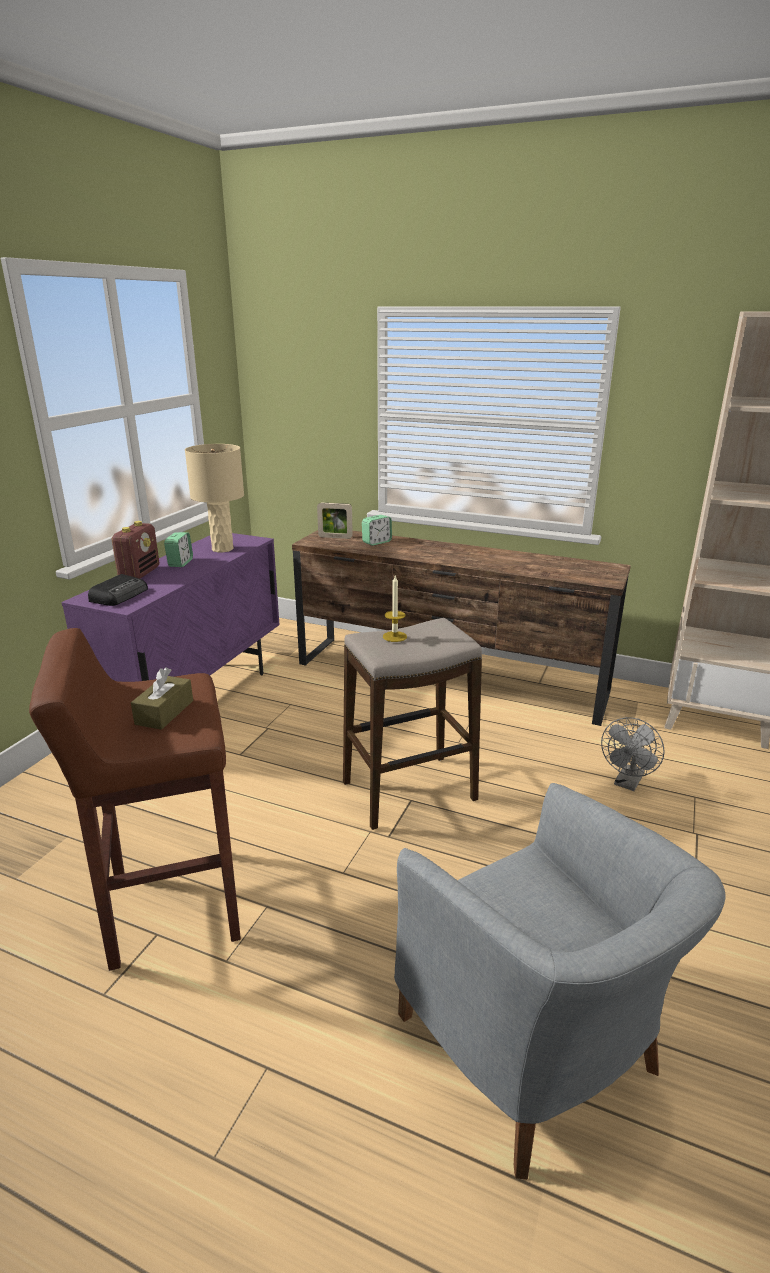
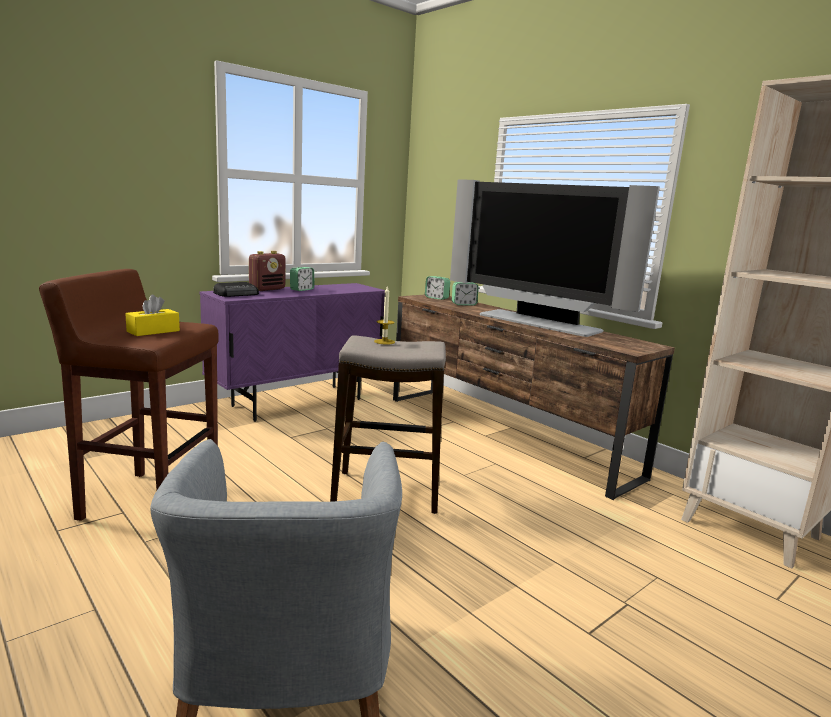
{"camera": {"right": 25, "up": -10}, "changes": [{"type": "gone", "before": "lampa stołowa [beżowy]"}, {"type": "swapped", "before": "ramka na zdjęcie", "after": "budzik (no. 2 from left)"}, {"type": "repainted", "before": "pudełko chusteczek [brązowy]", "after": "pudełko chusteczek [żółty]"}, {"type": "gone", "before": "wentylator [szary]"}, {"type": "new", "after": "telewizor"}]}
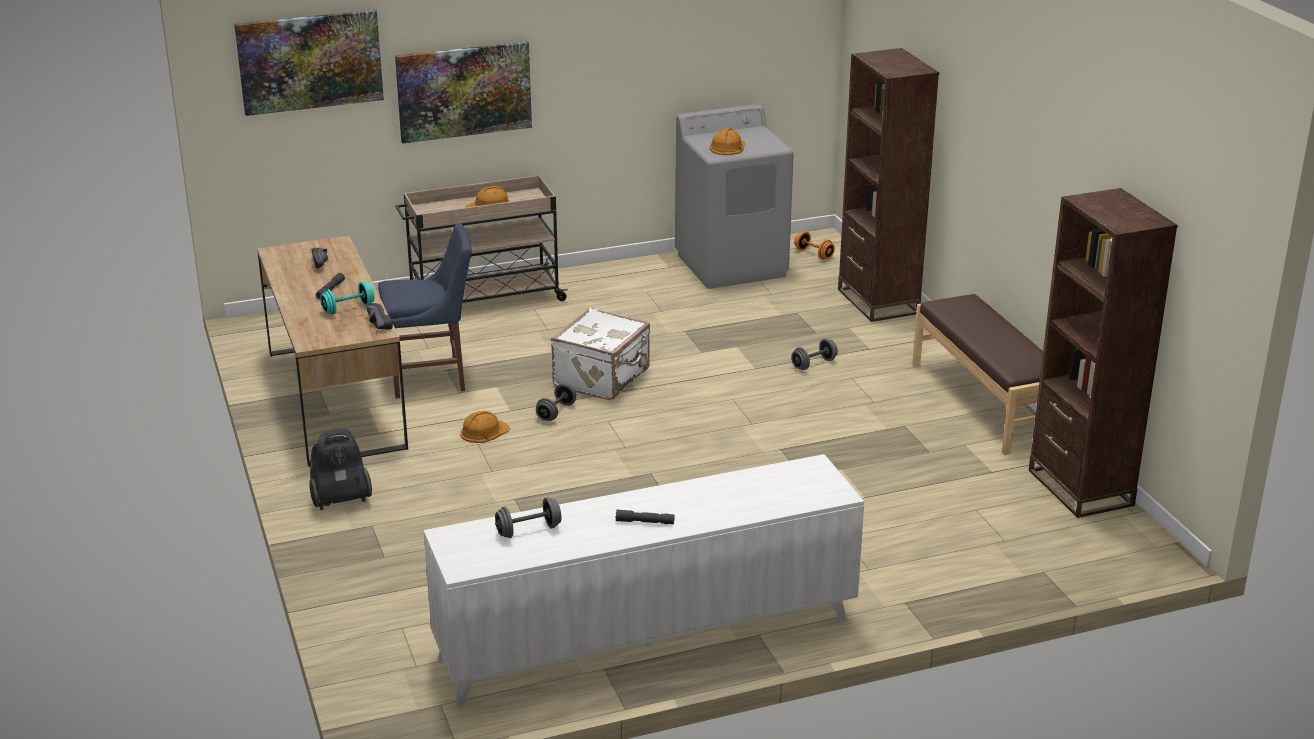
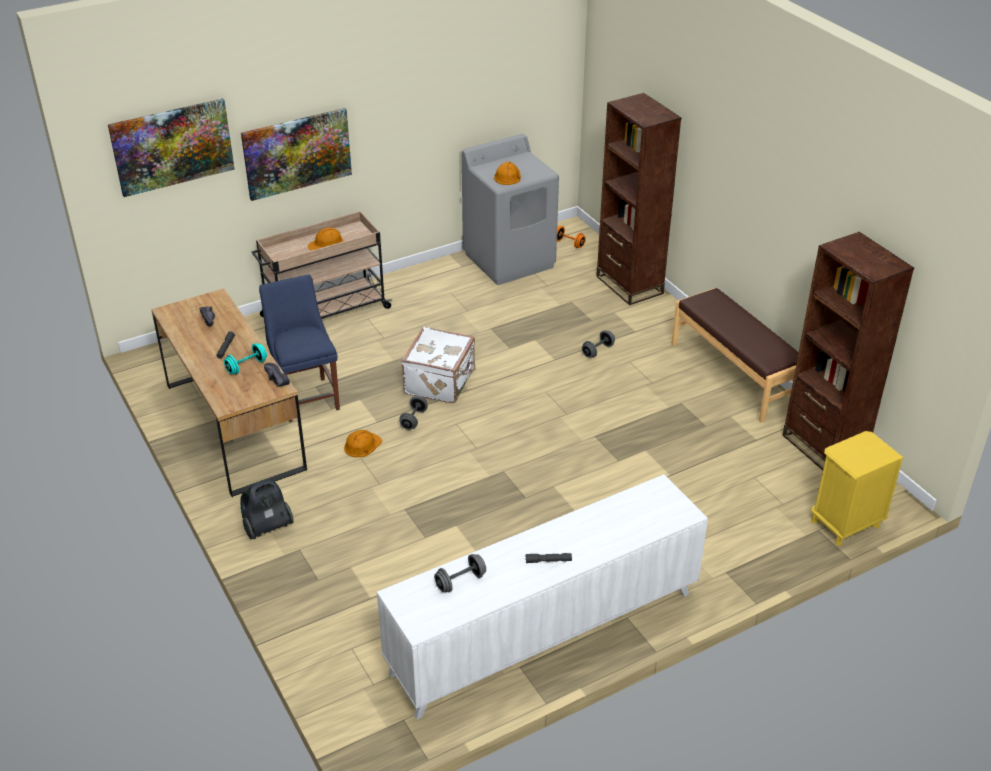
{"camera": {"right": -10, "up": 10}, "changes": [{"type": "rotated", "before": "krzesło [niebieski]", "turn": -90}, {"type": "new", "after": "szafka nocna [żółty]"}]}
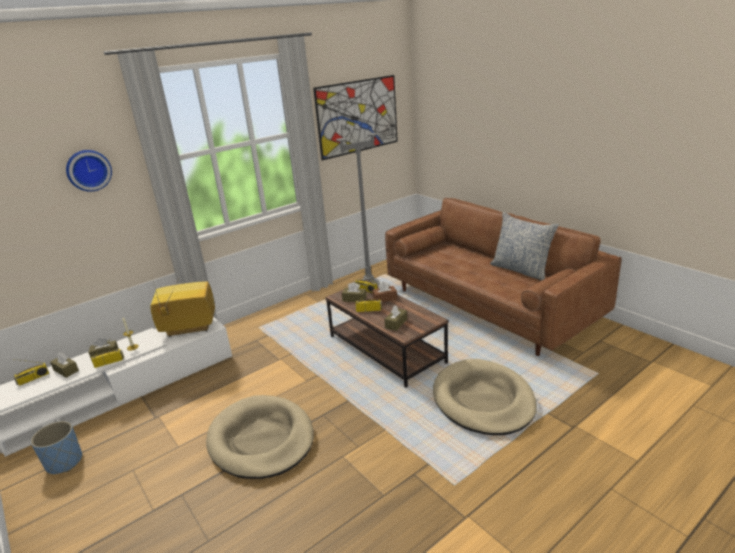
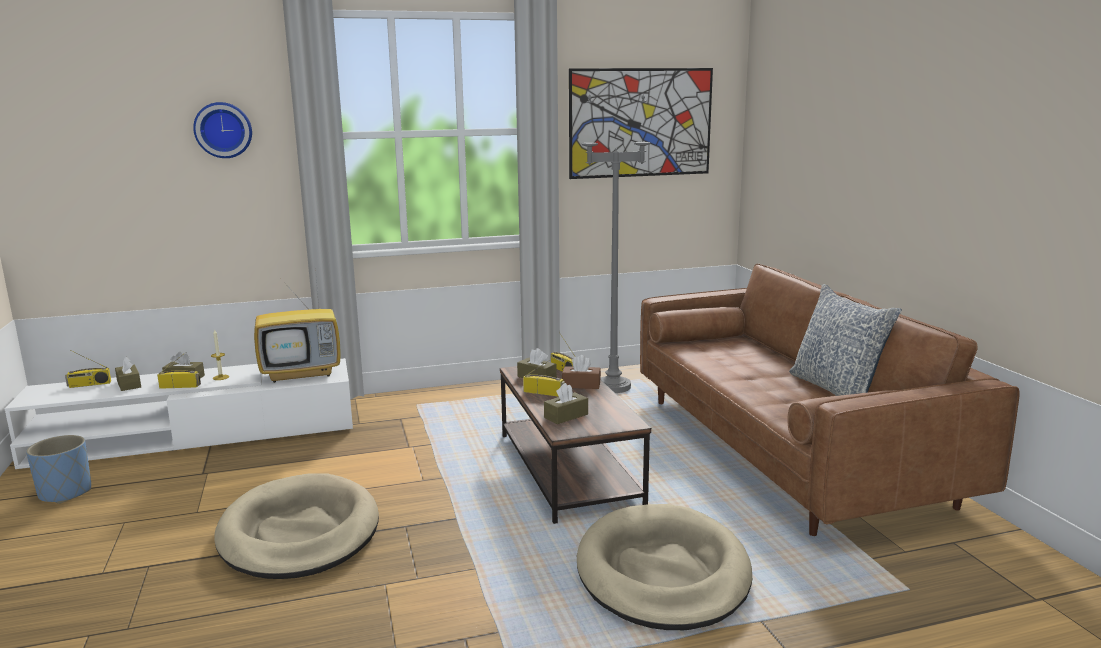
{"camera": {"right": 20, "up": -10}, "changes": [{"type": "rotated", "before": "telewizor", "turn": 150}]}
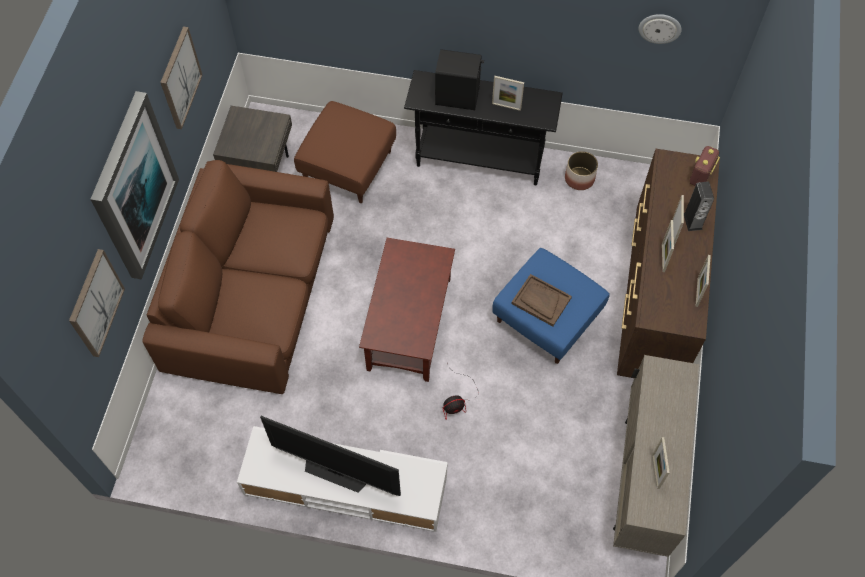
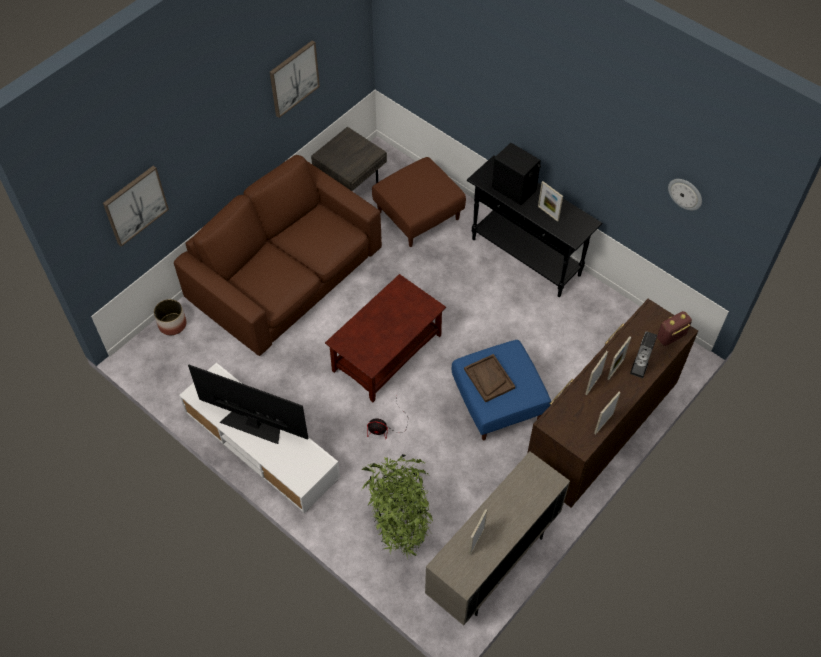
{"camera": {"right": 30, "up": -5}, "changes": [{"type": "gone", "before": "obraz (no. 2 from left)"}, {"type": "shifted", "before": "donica"}, {"type": "rotated", "before": "telewizor", "turn": 150}, {"type": "new", "after": "roślina doniczkowa"}]}
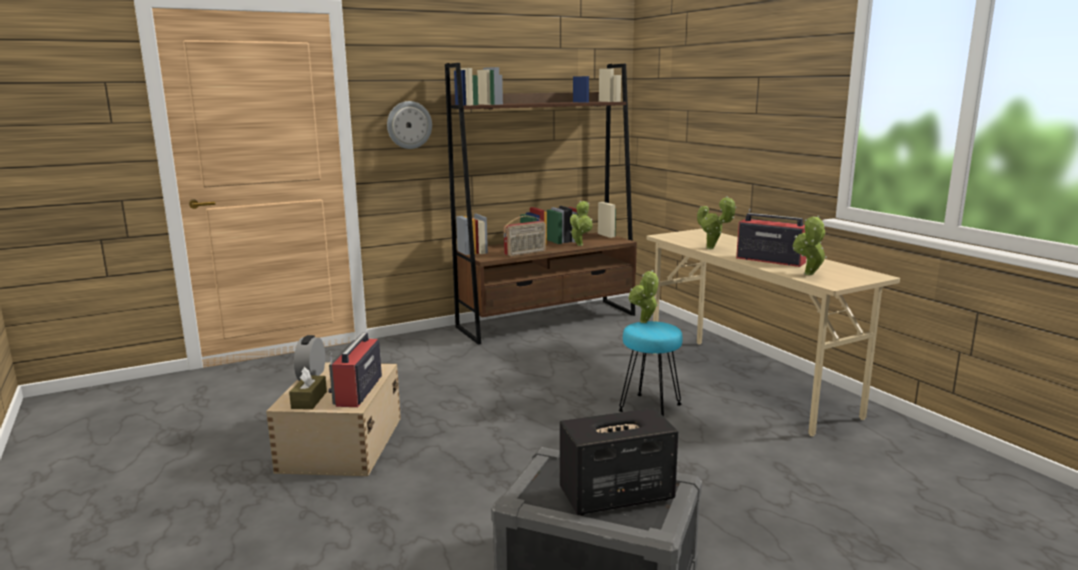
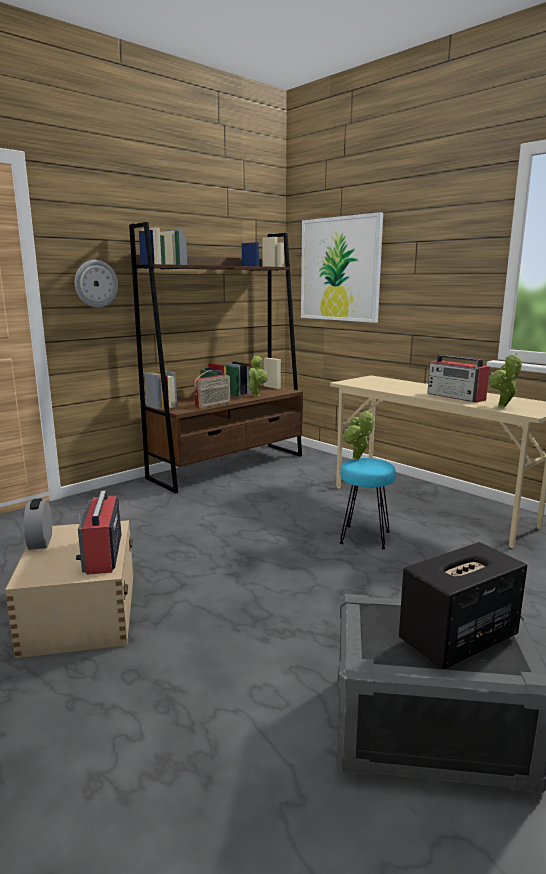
{"camera": {"right": -15, "up": 0}, "changes": [{"type": "gone", "before": "roślina doniczkowa (no. 3 from left)"}, {"type": "rotated", "before": "radio (no. 3 from left)", "turn": -150}, {"type": "gone", "before": "pudełko chusteczek [brązowy]"}, {"type": "new", "after": "obraz"}]}
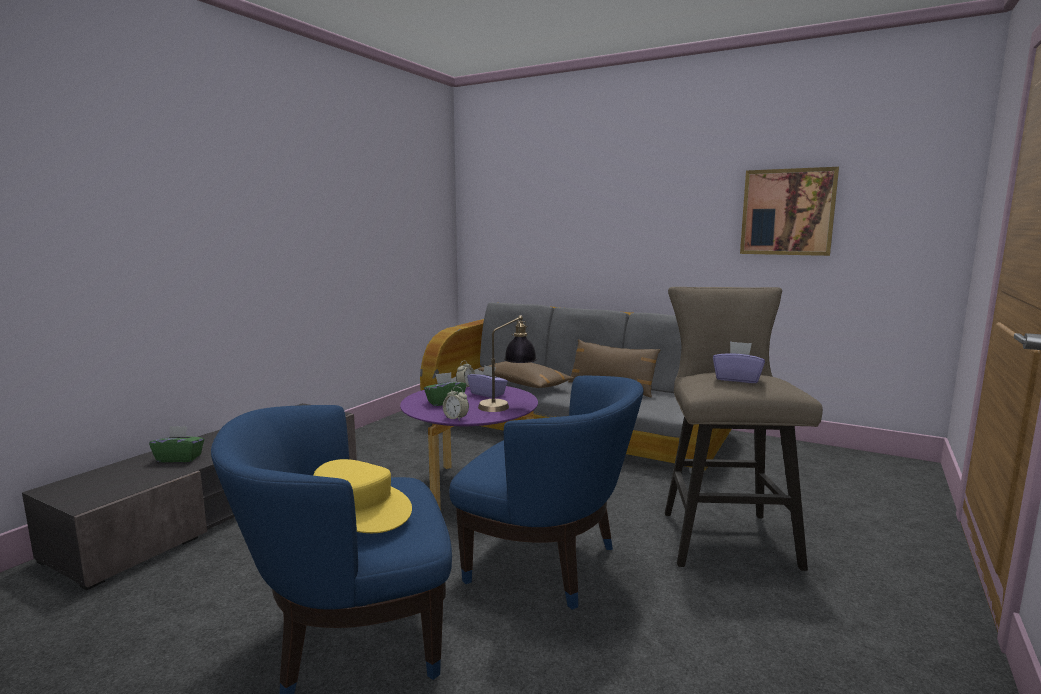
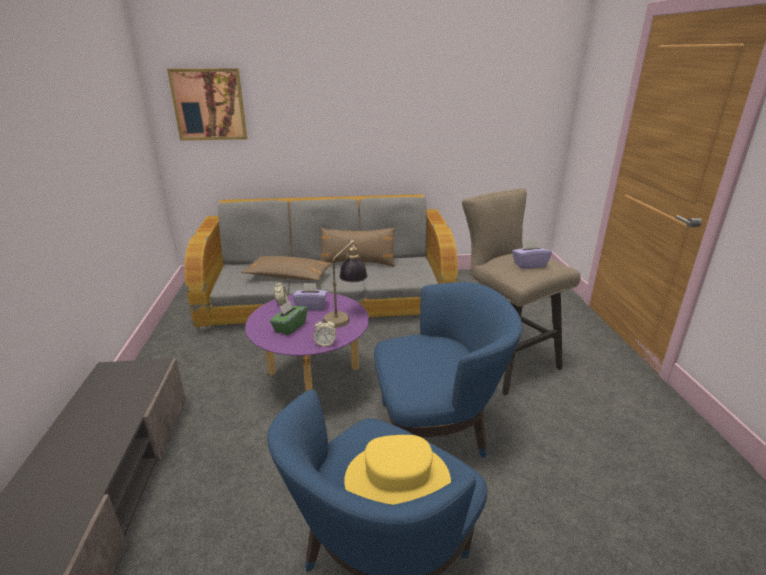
{"camera": {"right": -35, "up": 15}, "changes": [{"type": "shifted", "before": "obraz"}, {"type": "gone", "before": "pudełko chusteczek [zielony] (no. 1 from left)"}]}
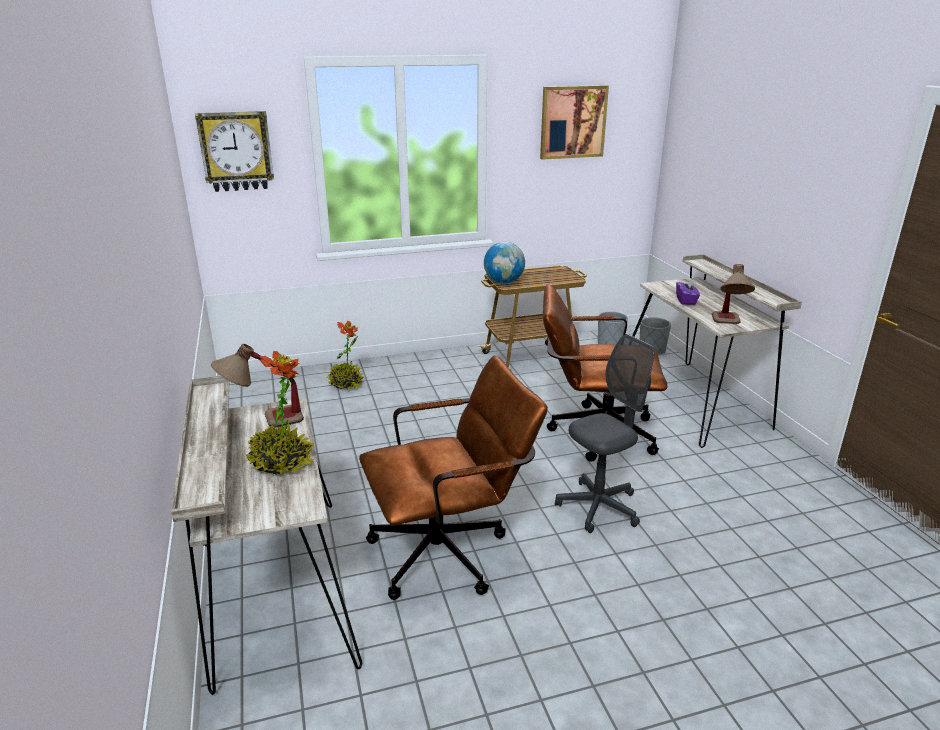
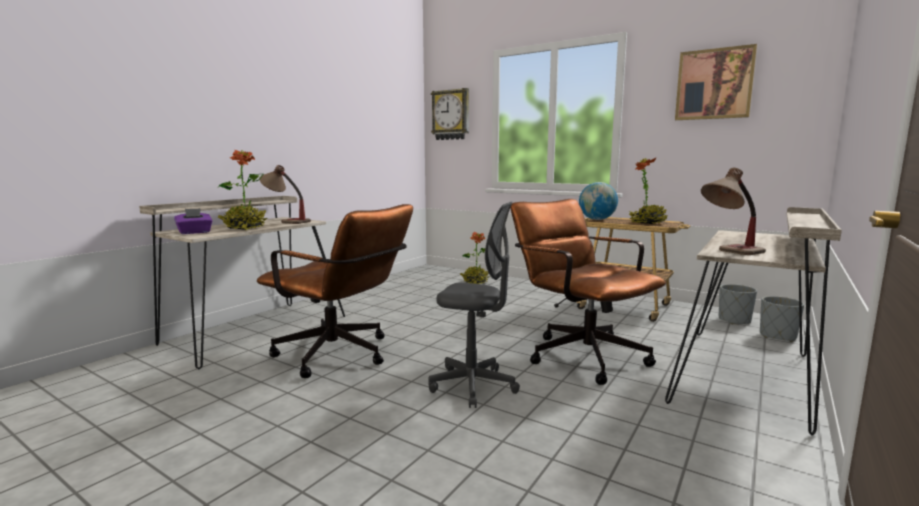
{"camera": {"right": 50, "up": -15}, "changes": [{"type": "shifted", "before": "pudełko chusteczek [fioletowy]"}, {"type": "new", "after": "roślina doniczkowa (no. 3 from left)"}]}
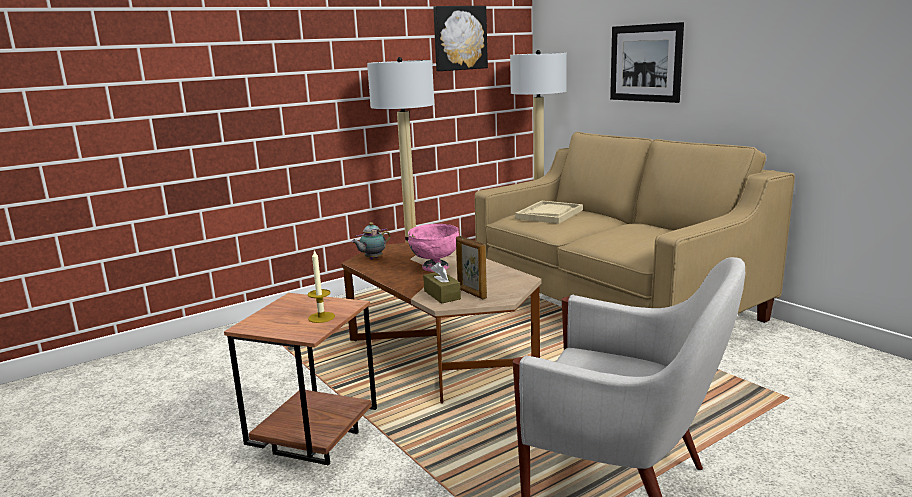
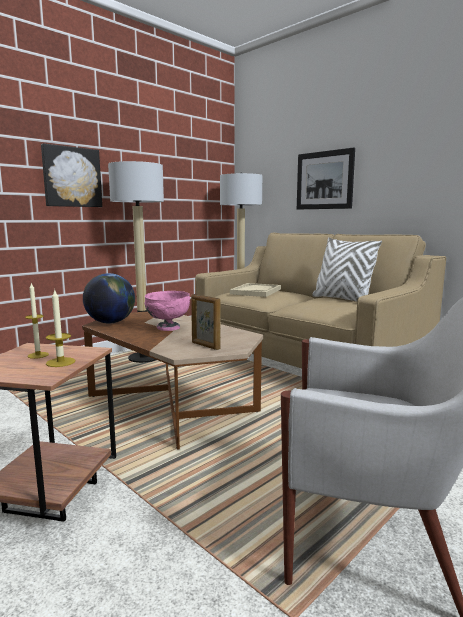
{"camera": {"right": -10, "up": -5}, "changes": [{"type": "shifted", "before": "obraz (no. 1 from left)"}, {"type": "swapped", "before": "imbryk", "after": "globus"}, {"type": "gone", "before": "pudełko chusteczek [brązowy]"}, {"type": "new", "after": "poduszka [biały]"}, {"type": "new", "after": "świeca (no. 1 from left)"}]}
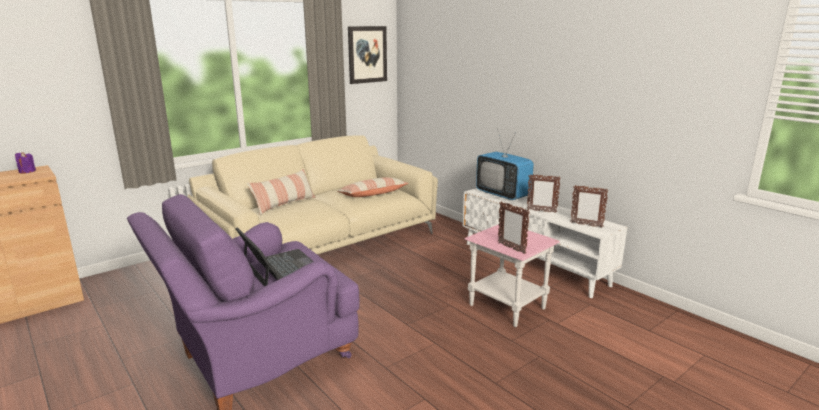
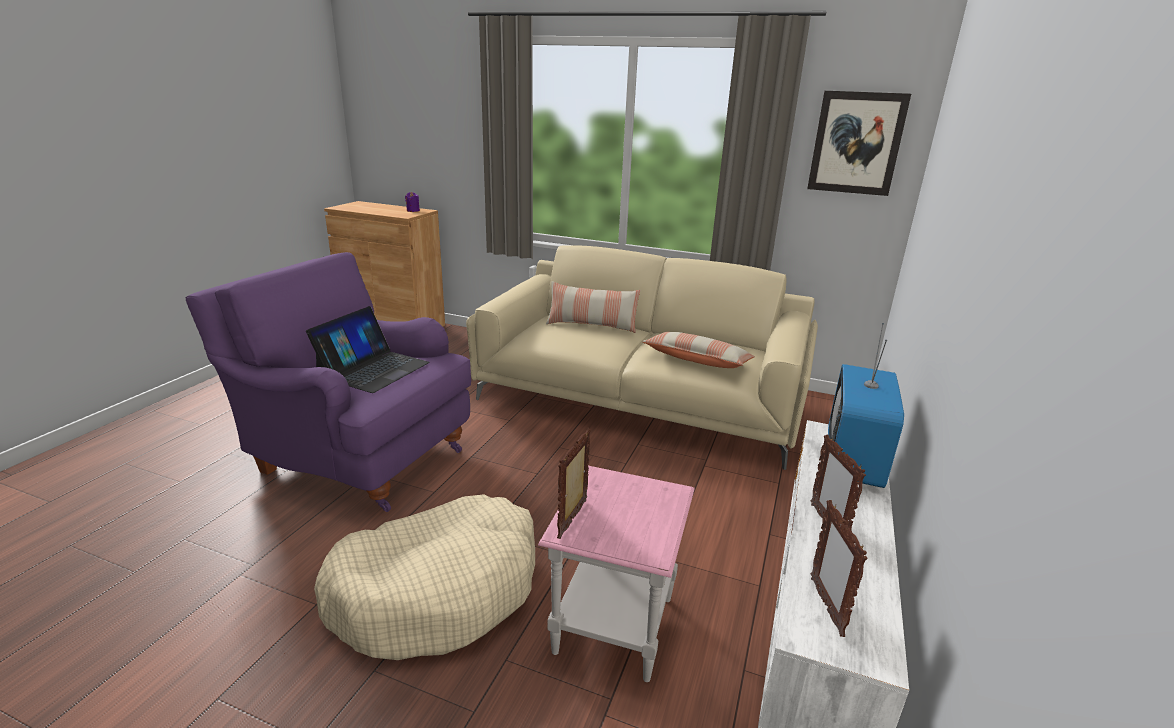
{"camera": {"right": 60, "up": 5}, "changes": [{"type": "new", "after": "legowisko [beżowy]"}]}
